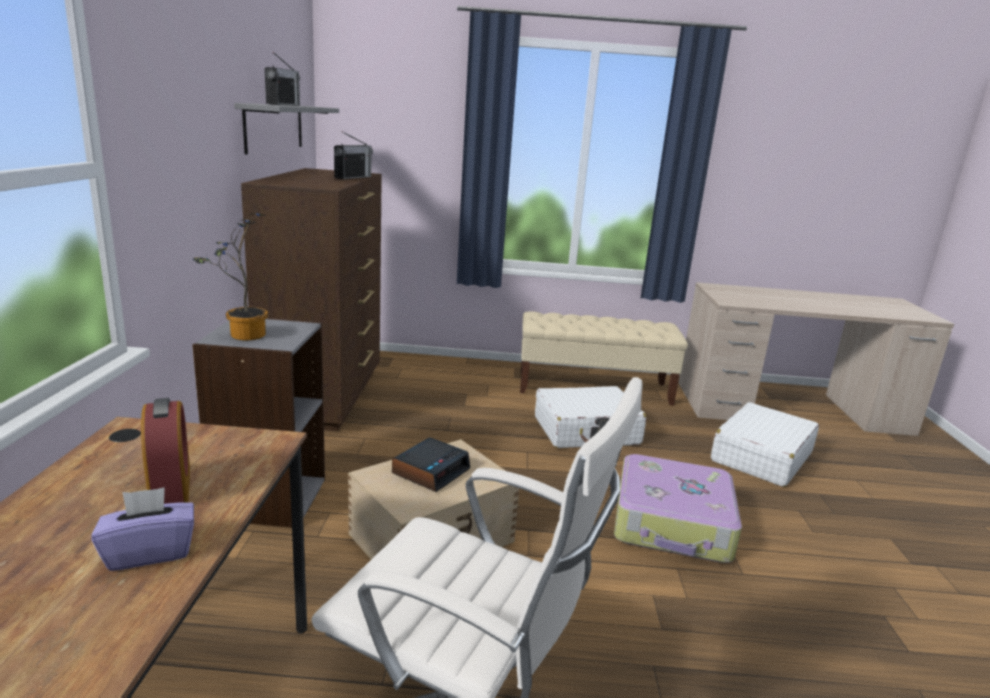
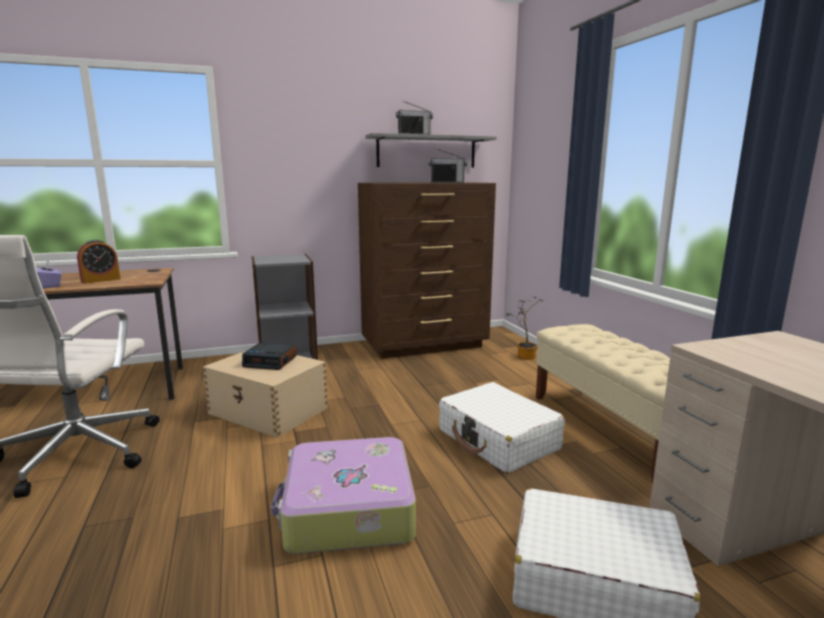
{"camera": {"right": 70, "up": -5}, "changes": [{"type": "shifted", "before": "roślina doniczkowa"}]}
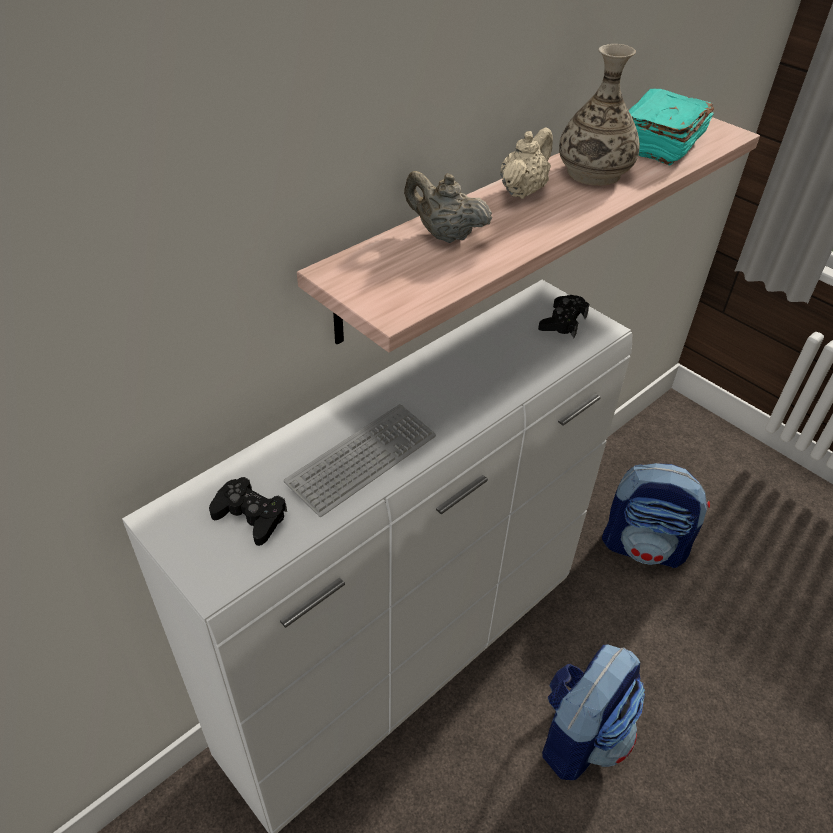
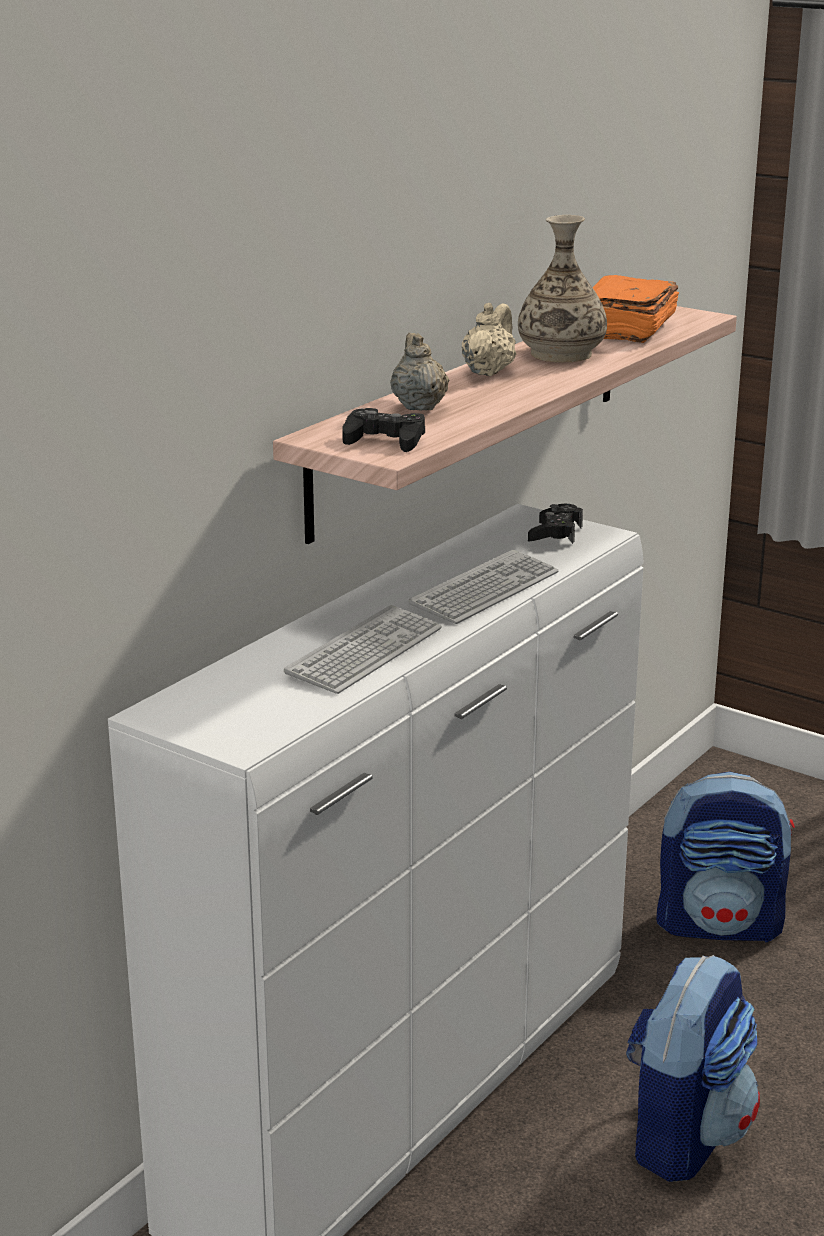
{"camera": {"right": -10, "up": -20}, "changes": [{"type": "repainted", "before": "książka [turkusowy]", "after": "książka [pomarańczowy]"}, {"type": "rotated", "before": "imbryk [beżowy] (no. 1 from left)", "turn": 60}, {"type": "shifted", "before": "pad do gier [czarny] (no. 1 from left)"}, {"type": "new", "after": "klawiatura (no. 2 from left)"}]}
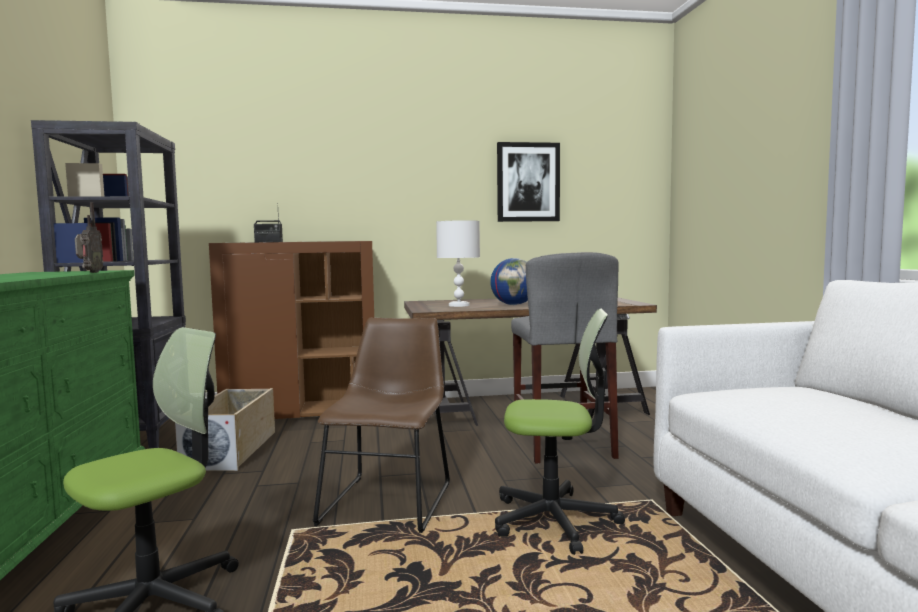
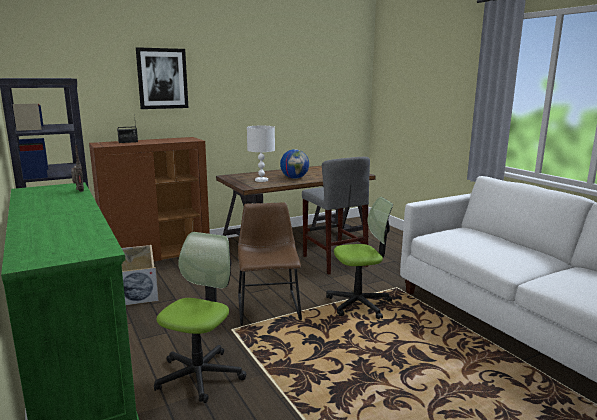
{"camera": {"right": -20, "up": 10}, "changes": [{"type": "shifted", "before": "obraz"}]}
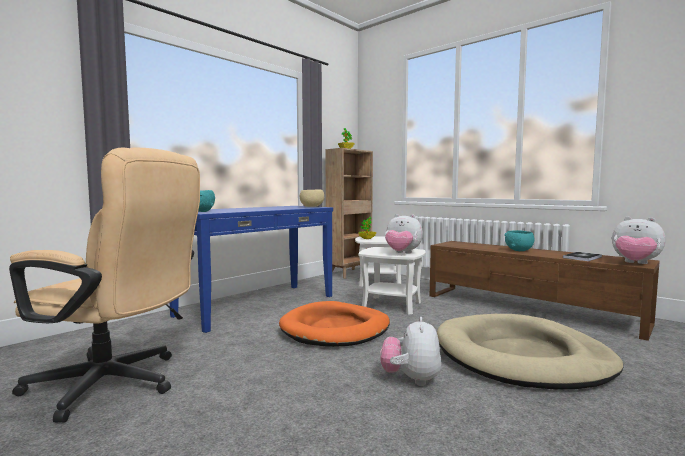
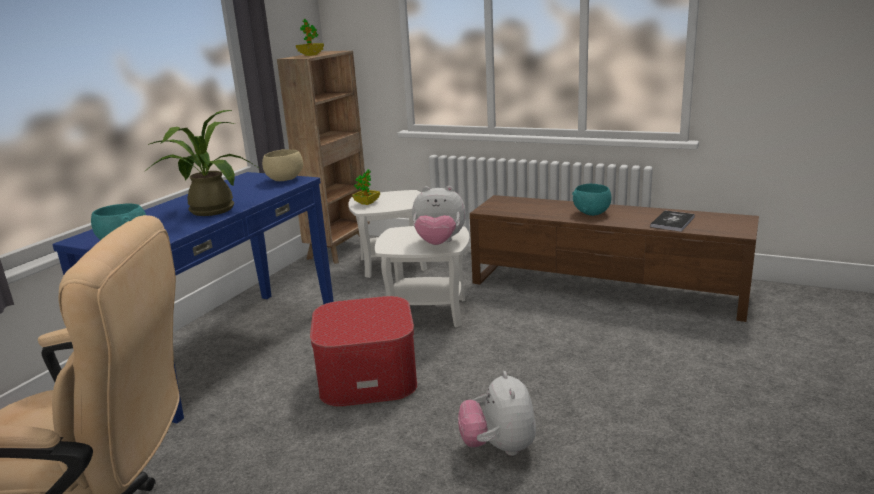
{"camera": {"right": -15, "up": 15}, "changes": [{"type": "gone", "before": "pluszak (no. 3 from left)"}, {"type": "swapped", "before": "legowisko [pomarańczowy]", "after": "pufa"}, {"type": "gone", "before": "legowisko [beżowy]"}, {"type": "new", "after": "roślina doniczkowa (no. 1 from left)"}]}
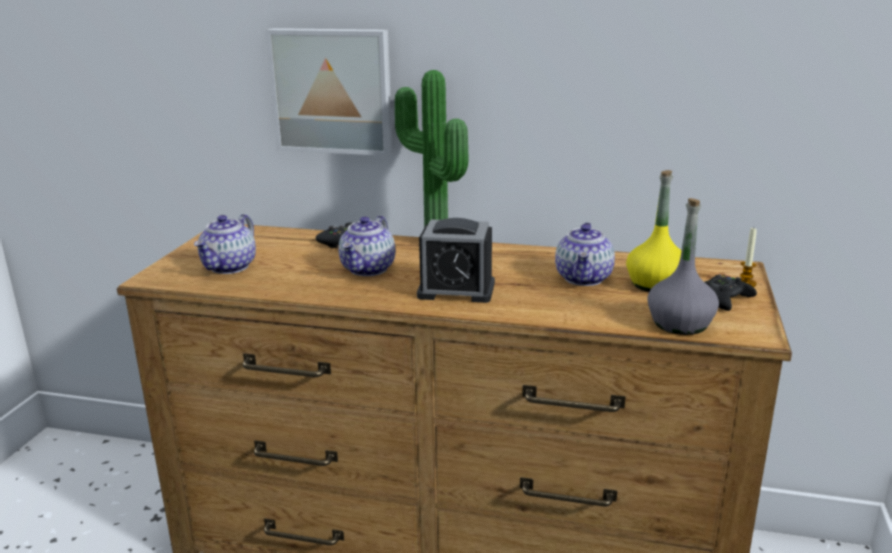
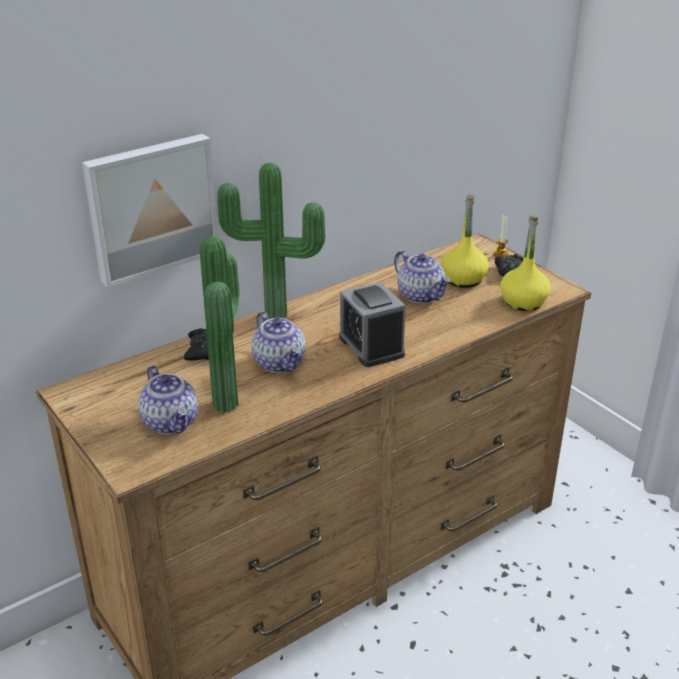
{"camera": {"right": -50, "up": 10}, "changes": [{"type": "repainted", "before": "butelka [szary]", "after": "butelka [żółty] (no. 2 from left)"}, {"type": "rotated", "before": "budzik", "turn": 105}, {"type": "new", "after": "roślina doniczkowa (no. 1 from left)"}]}
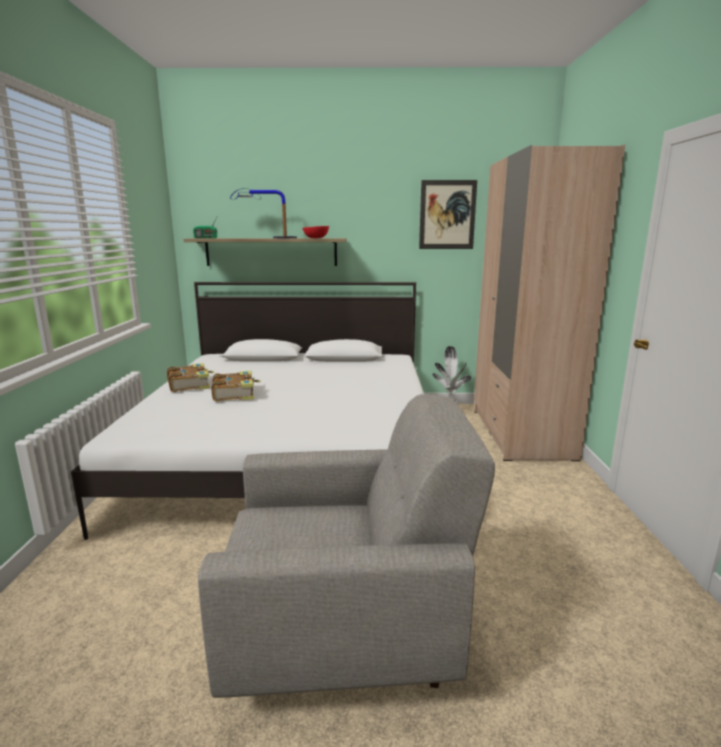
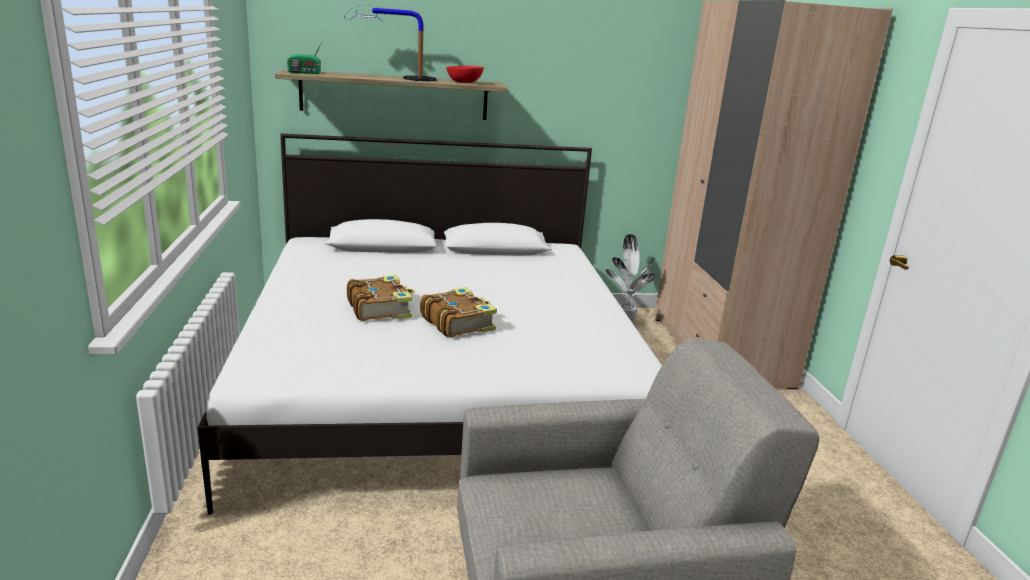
{"camera": {"right": -10, "up": 5}, "changes": [{"type": "gone", "before": "obraz"}, {"type": "shifted", "before": "książka (no. 1 from left in the first image)", "after": "książka (no. 2 from left)"}]}
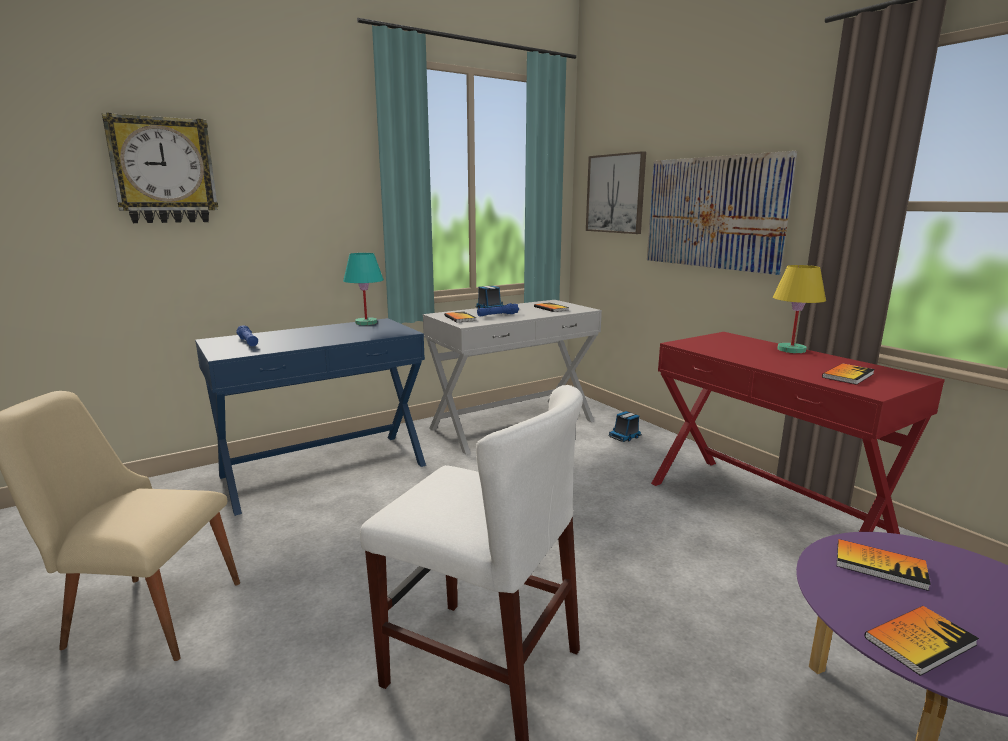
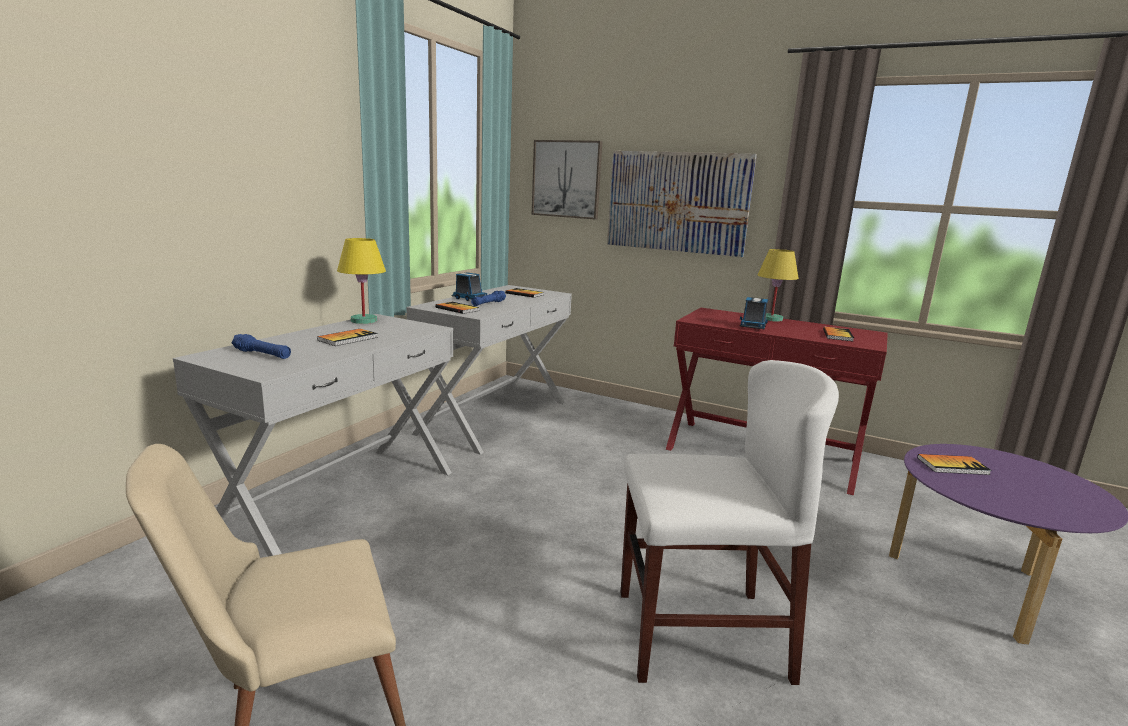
{"camera": {"right": -30, "up": 0}, "changes": [{"type": "gone", "before": "zegar ścienny"}, {"type": "repainted", "before": "lampa stołowa [turkusowy]", "after": "lampa stołowa [żółty] (no. 1 from left)"}, {"type": "repainted", "before": "stolik konsolowy [niebieski]", "after": "stolik konsolowy [biały] (no. 1 from left)"}, {"type": "shifted", "before": "ciężarówka zabawkowa (no. 2 from left)"}, {"type": "shifted", "before": "książka (no. 5 from left in the first image)", "after": "książka (no. 1 from left)"}]}
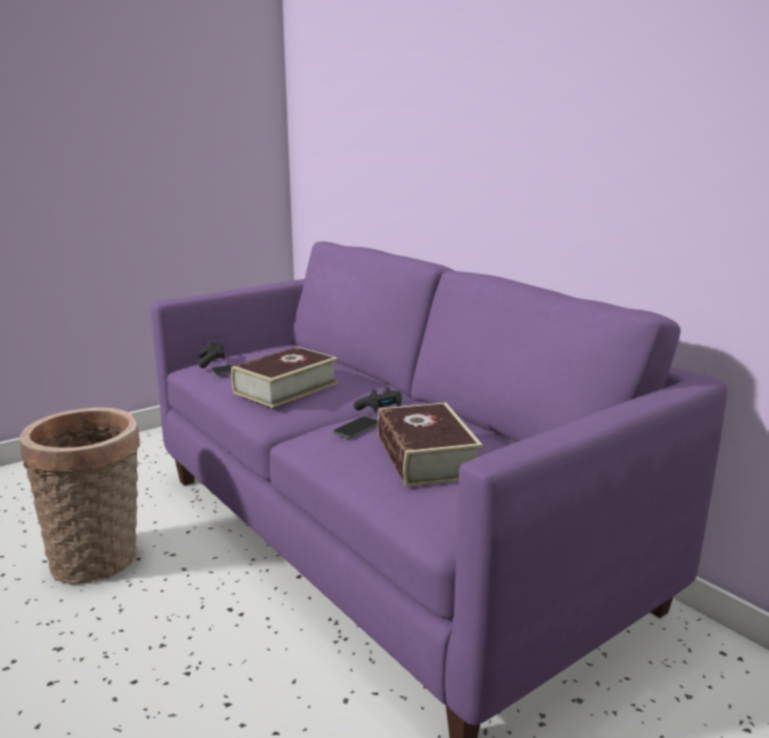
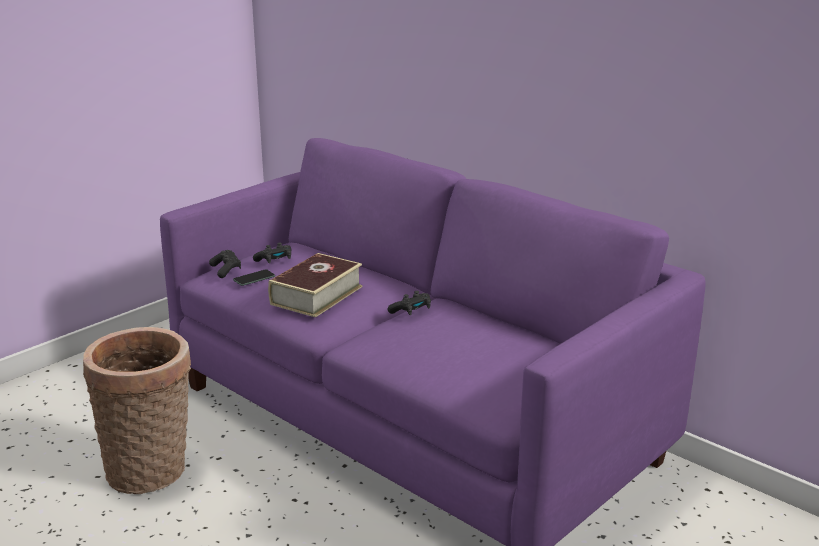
{"camera": {"right": -10, "up": 5}, "changes": [{"type": "gone", "before": "książka (no. 2 from left)"}, {"type": "gone", "before": "telefon (no. 2 from left)"}, {"type": "new", "after": "pad do gier [czarny] (no. 2 from left)"}]}
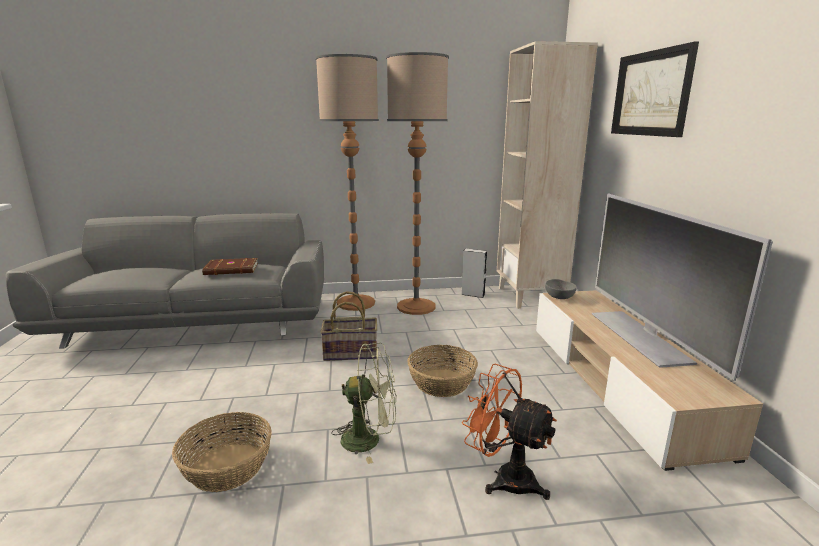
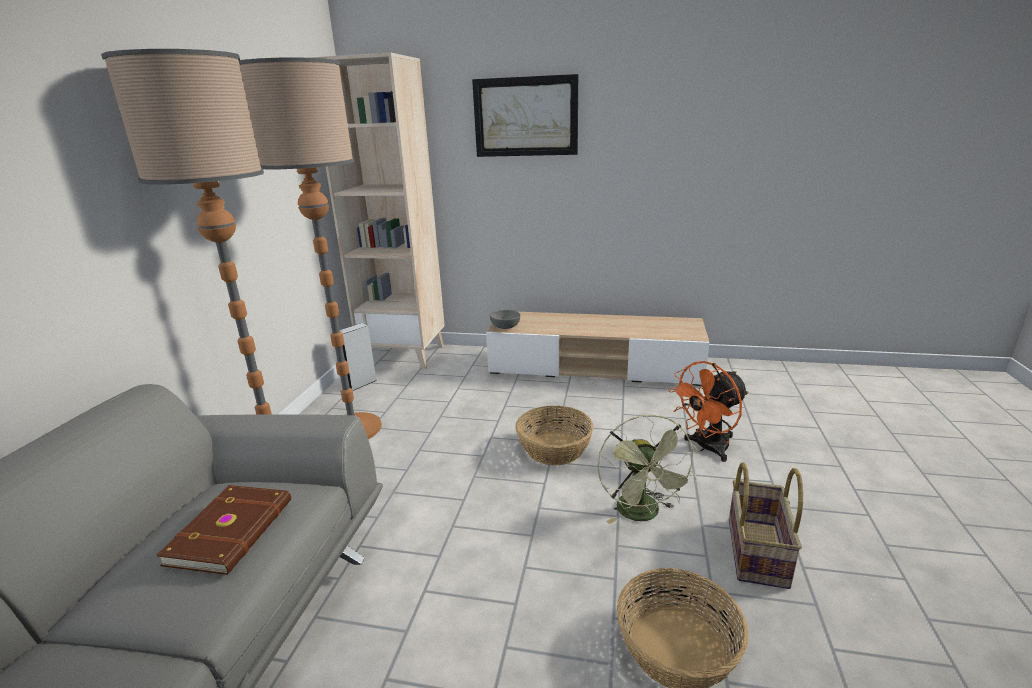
{"camera": {"right": -70, "up": 5}, "changes": [{"type": "gone", "before": "telewizor"}, {"type": "shifted", "before": "koszyk (no. 2 from left in the first image)", "after": "koszyk (no. 3 from left)"}, {"type": "rotated", "before": "wentylator [zielony]", "turn": 150}]}
